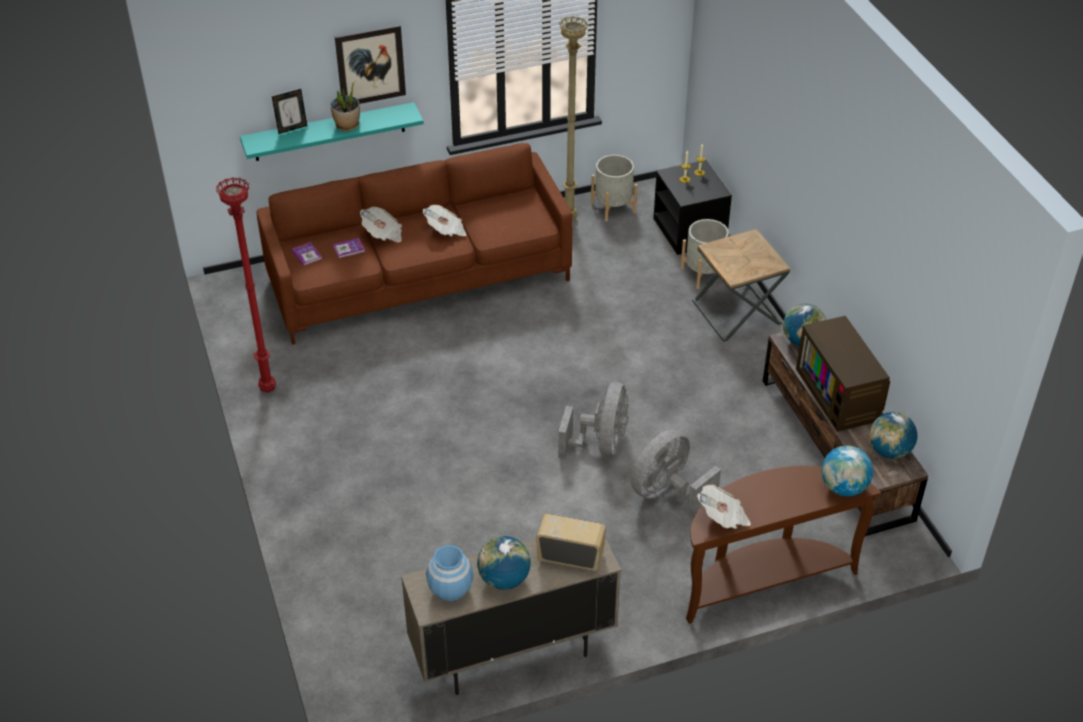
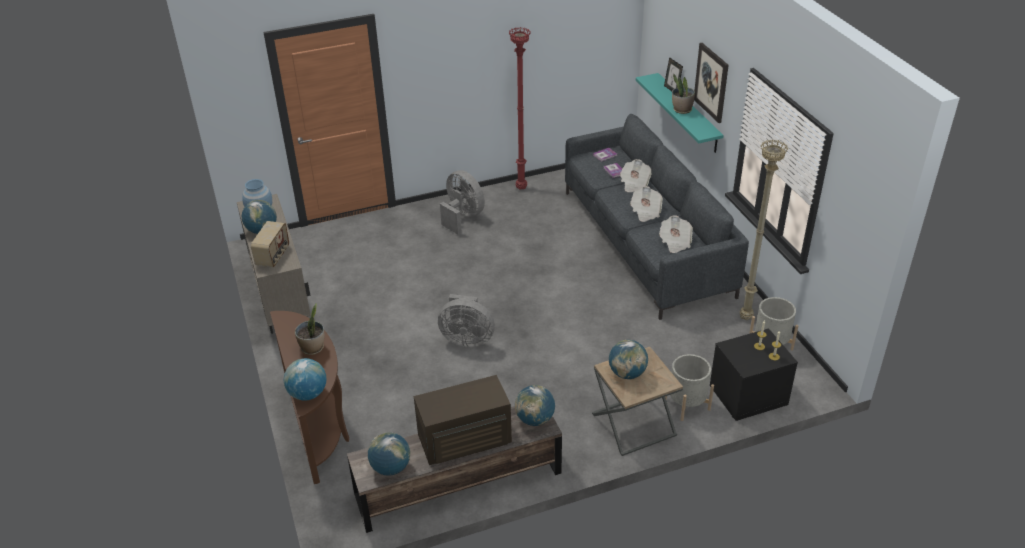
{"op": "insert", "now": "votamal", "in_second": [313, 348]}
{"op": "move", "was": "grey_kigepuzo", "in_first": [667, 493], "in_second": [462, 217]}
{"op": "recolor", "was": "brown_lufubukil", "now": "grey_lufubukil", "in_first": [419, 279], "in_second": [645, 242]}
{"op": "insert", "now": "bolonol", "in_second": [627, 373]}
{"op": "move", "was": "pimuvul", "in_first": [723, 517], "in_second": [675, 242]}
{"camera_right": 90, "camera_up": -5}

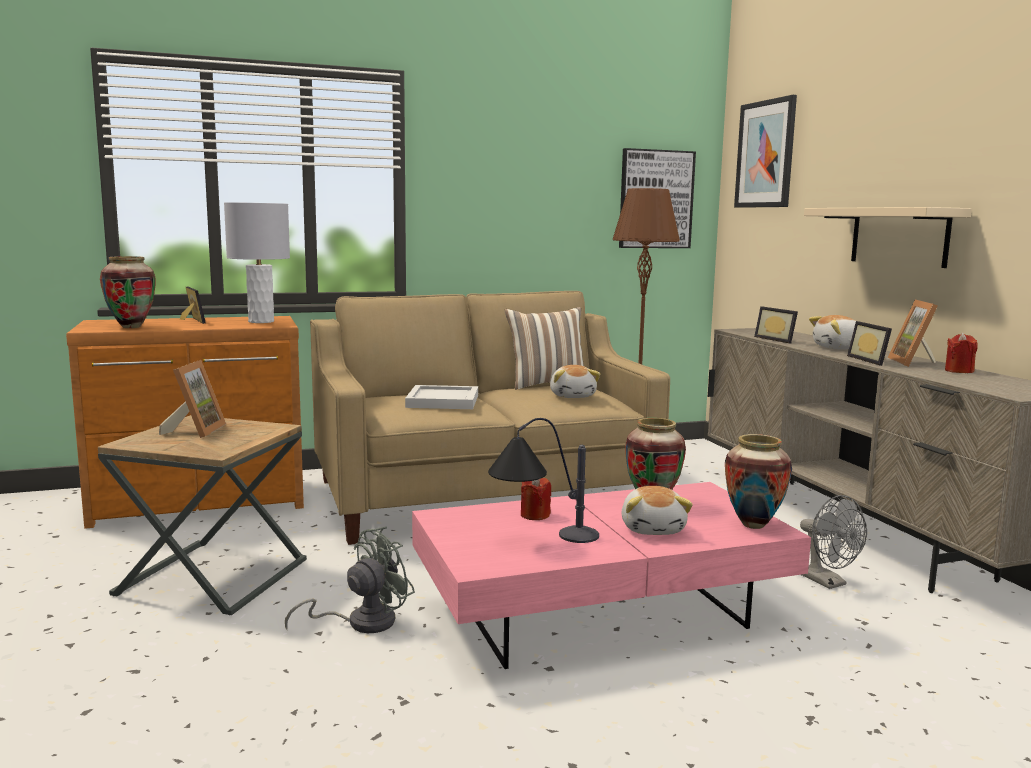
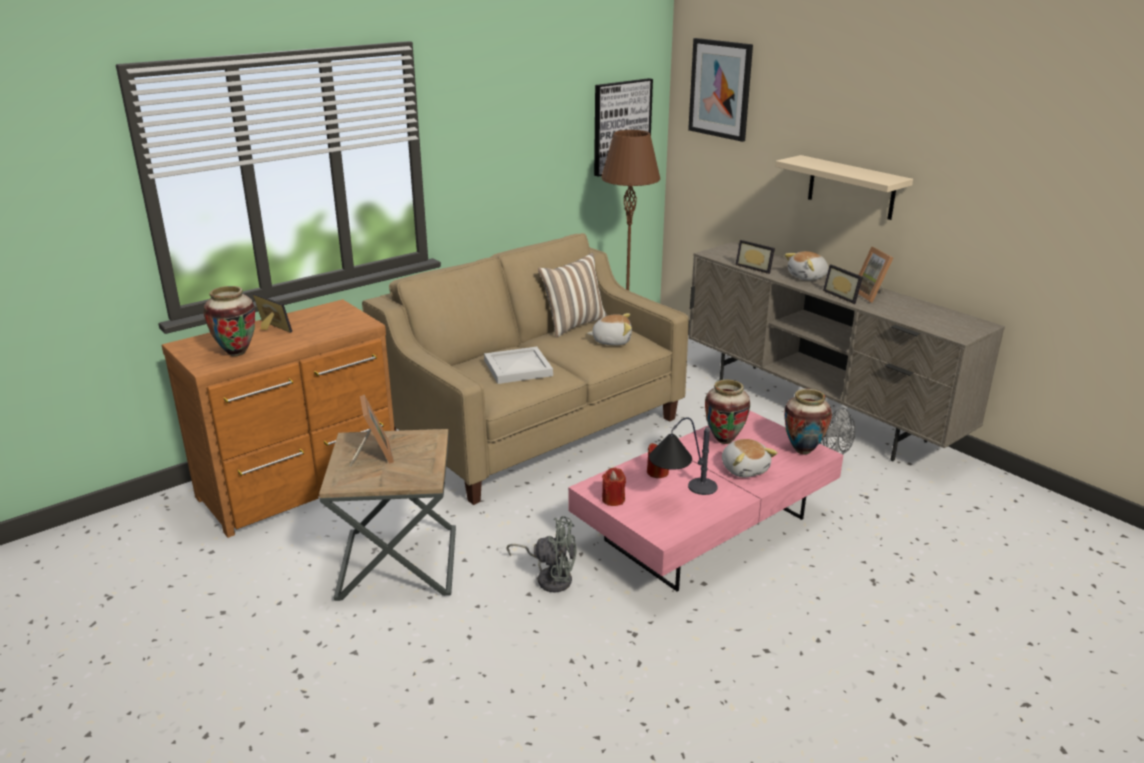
{"op": "rotate", "was": "grey_kigepuzo", "in_first": [361, 622], "in_second": [550, 577], "clockwise": 75}
{"op": "rotate", "was": "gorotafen", "in_first": [573, 396], "in_second": [611, 341], "clockwise": -60}
{"op": "move", "was": "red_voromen", "in_first": [959, 371], "in_second": [613, 499]}
{"op": "delete", "was": "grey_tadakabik", "in_first": [261, 321]}
{"camera_right": -20, "camera_up": 15}

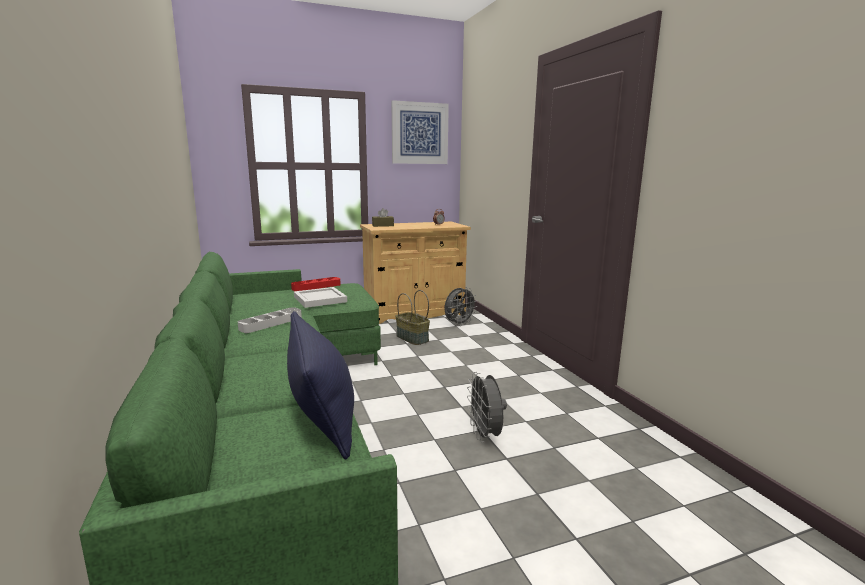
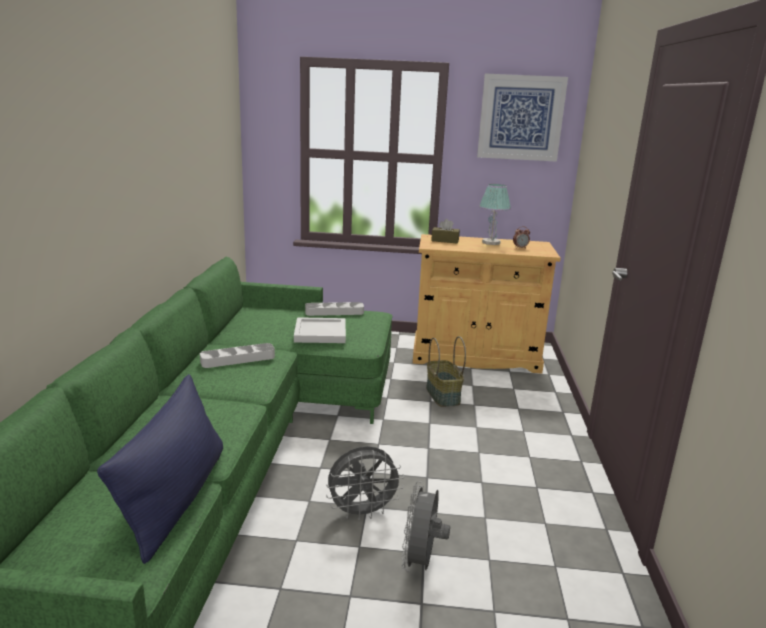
{"op": "recolor", "was": "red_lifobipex", "now": "grey_lifobipex", "in_first": [316, 287], "in_second": [334, 312]}
{"op": "move", "was": "grey_kigepuzo", "in_first": [459, 324], "in_second": [362, 512]}
{"op": "insert", "now": "tadakabik", "in_second": [491, 243]}
{"camera_right": 25, "camera_up": 5}

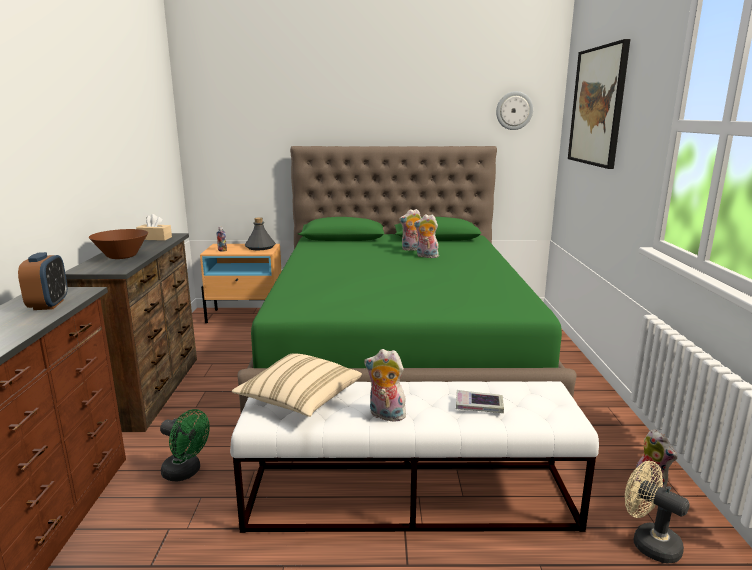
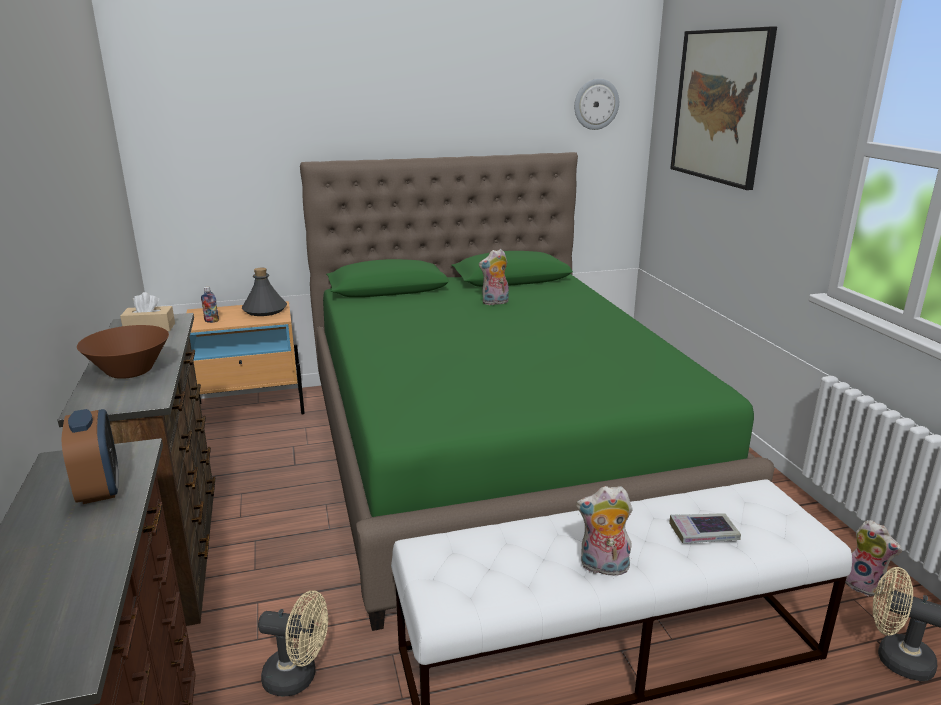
{"op": "recolor", "was": "green_kigepuzo", "now": "beige_kigepuzo", "in_first": [186, 472], "in_second": [298, 677]}
{"op": "delete", "was": "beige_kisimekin", "in_first": [299, 400]}
{"op": "delete", "was": "gorotafen", "in_first": [426, 256]}
{"camera_right": -15, "camera_up": 5}

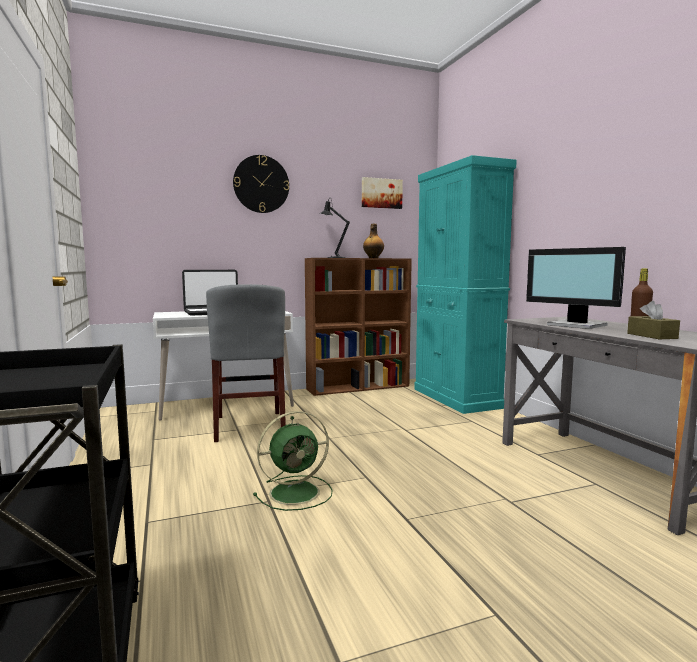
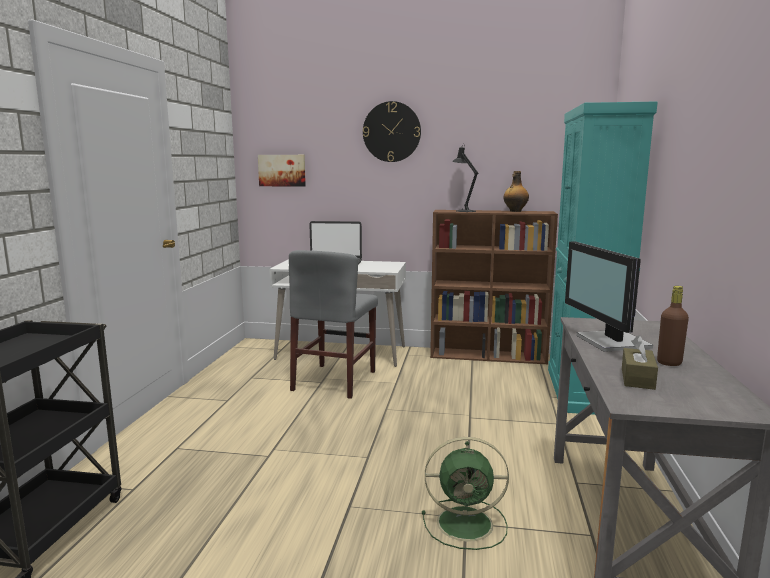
{"op": "move", "was": "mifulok", "in_first": [381, 193], "in_second": [282, 170]}
{"op": "move", "was": "green_kigepuzo", "in_first": [297, 492], "in_second": [467, 523]}
{"camera_right": 30, "camera_up": 5}

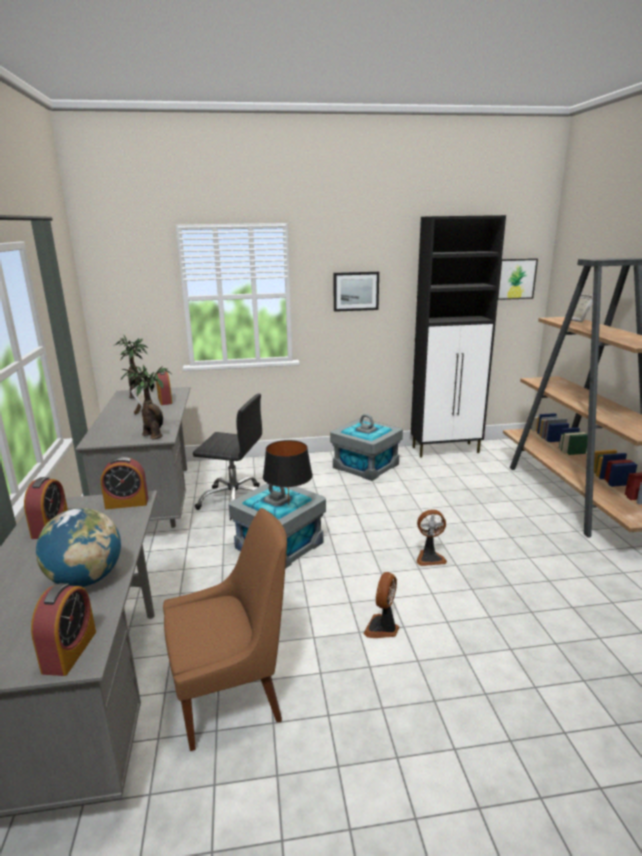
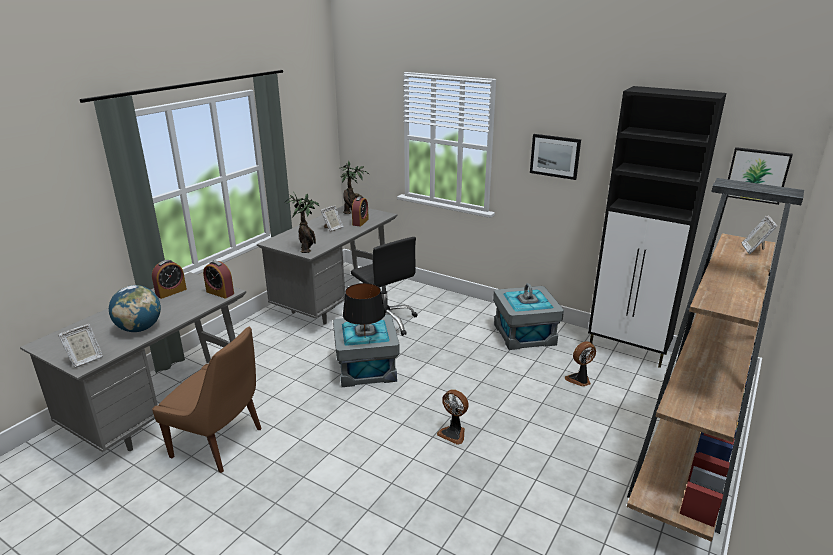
{"op": "replace", "was": "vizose", "now": "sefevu", "in_first": [69, 651], "in_second": [85, 360]}
{"op": "move", "was": "kigepuzo", "in_first": [382, 628], "in_second": [579, 380]}
{"camera_right": 40, "camera_up": 5}

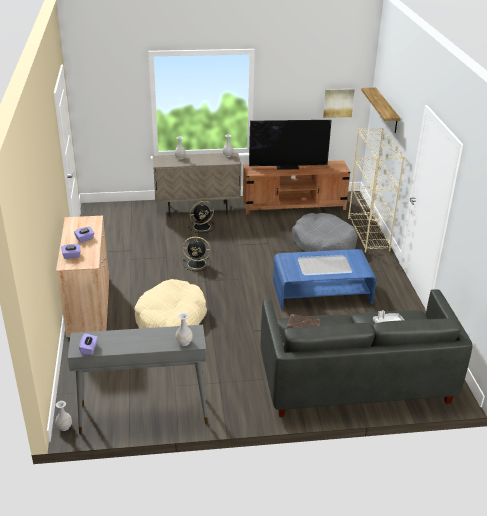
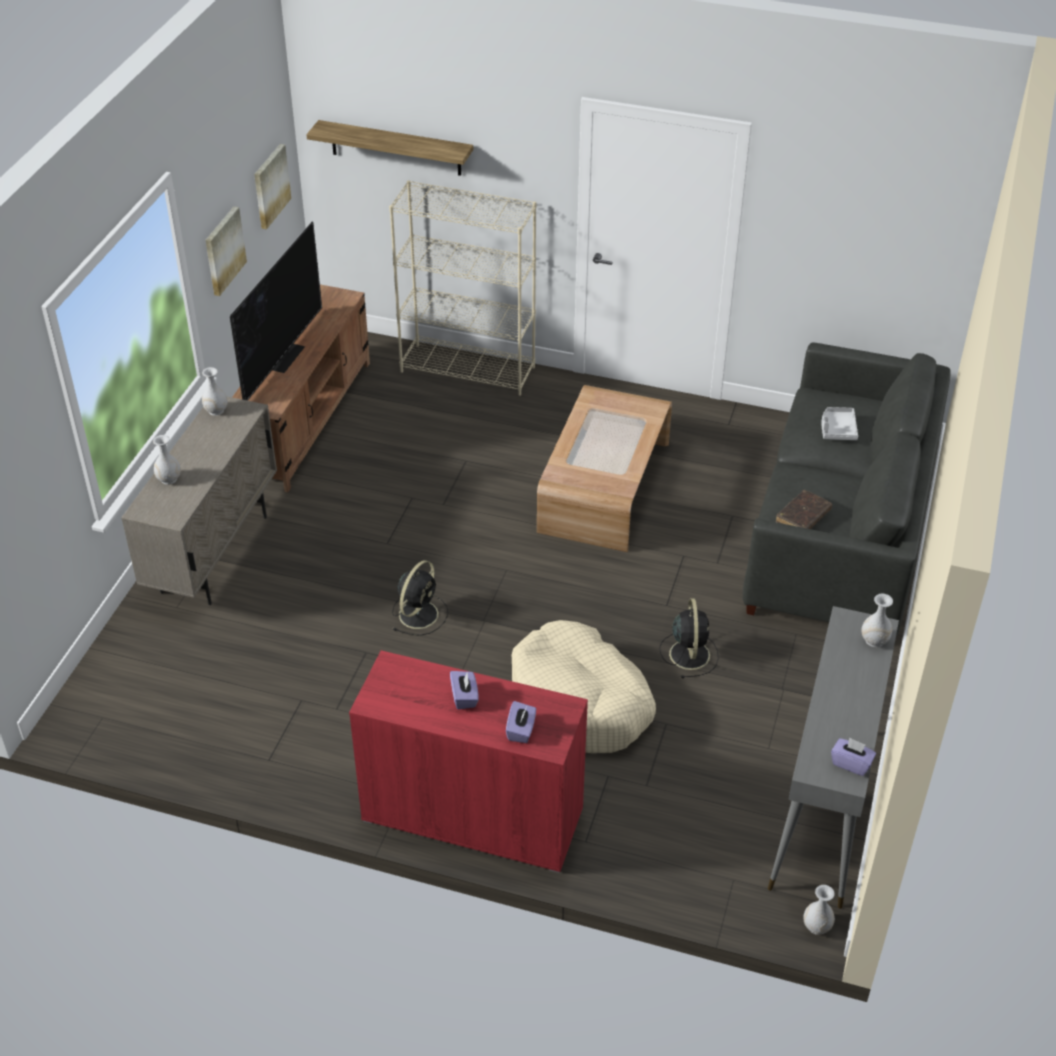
{"op": "insert", "now": "mifulok", "in_second": [223, 250]}
{"op": "recolor", "was": "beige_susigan", "now": "red_susigan", "in_first": [89, 307], "in_second": [472, 815]}
{"op": "recolor", "was": "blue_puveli", "now": "brown_puveli", "in_first": [321, 292], "in_second": [604, 487]}
{"op": "move", "was": "black_kigepuzo", "in_first": [202, 226], "in_second": [689, 653]}
{"op": "delete", "was": "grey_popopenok", "in_first": [323, 244]}
{"camera_right": -65, "camera_up": 10}

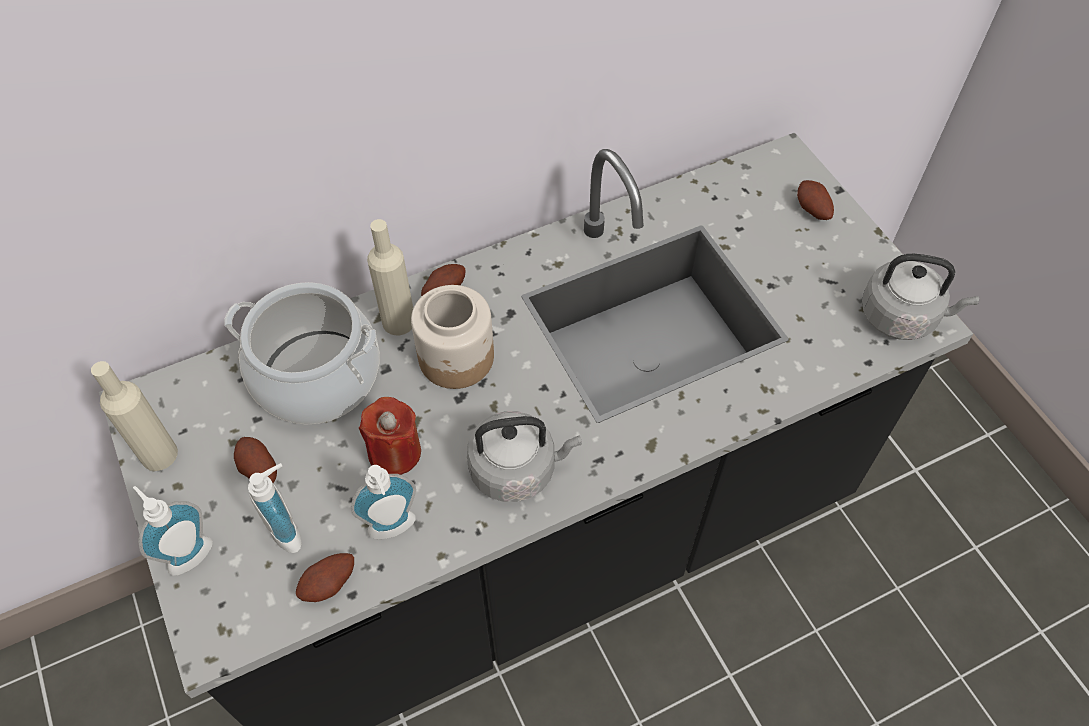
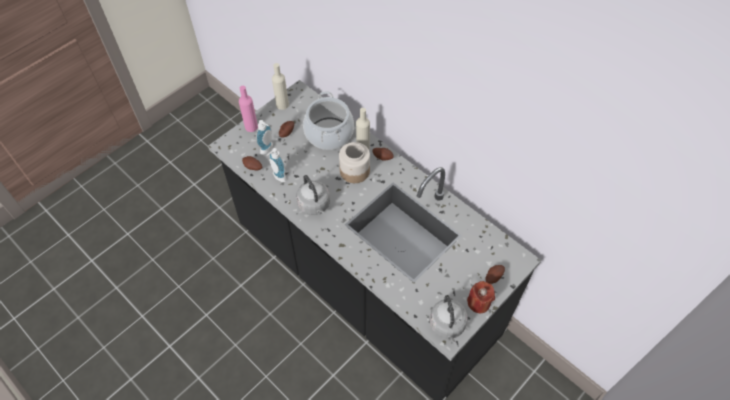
{"op": "replace", "was": "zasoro", "now": "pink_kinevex", "in_first": [187, 552], "in_second": [251, 127]}
{"op": "move", "was": "red_voromen", "in_first": [395, 452], "in_second": [479, 303]}
{"camera_right": 70, "camera_up": 0}

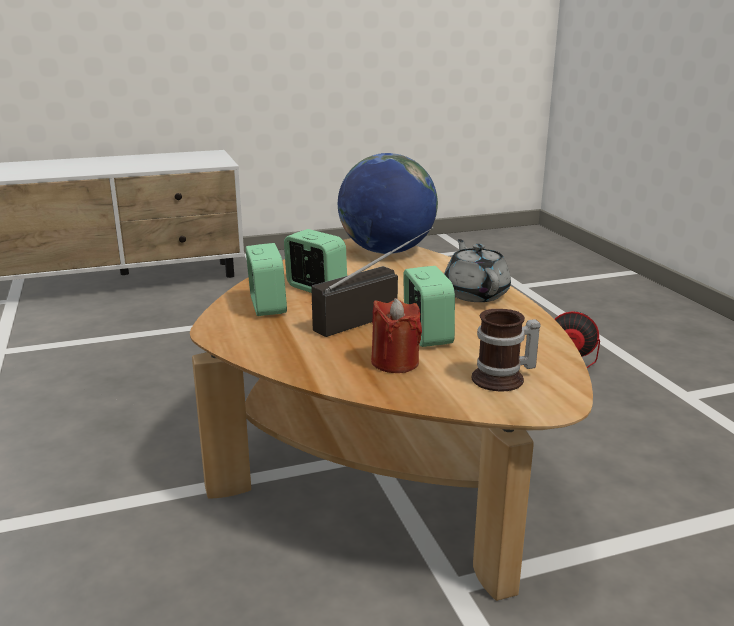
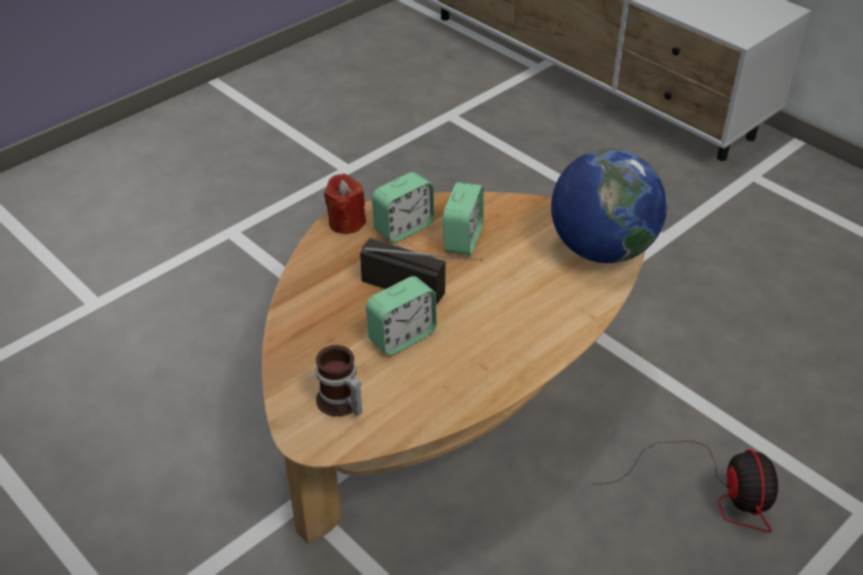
{"op": "move", "was": "red_voromen", "in_first": [395, 362], "in_second": [346, 222]}
{"op": "delete", "was": "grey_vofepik", "in_first": [475, 294]}
{"camera_right": 65, "camera_up": 20}

